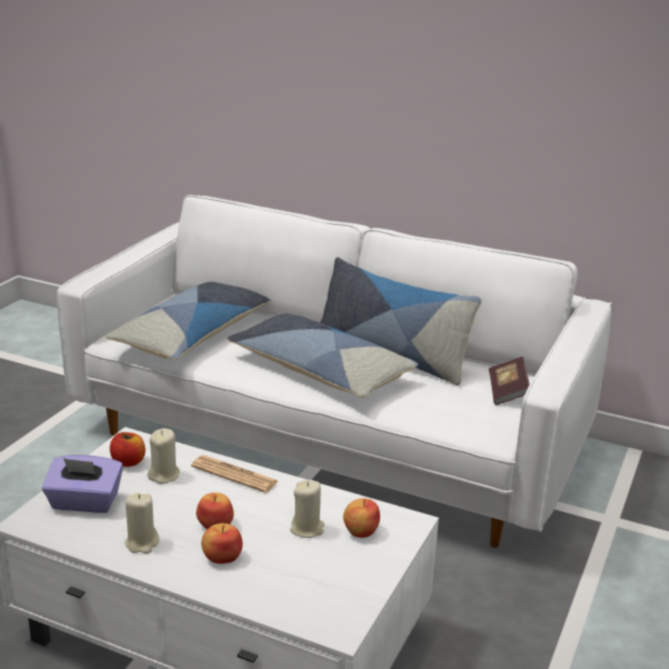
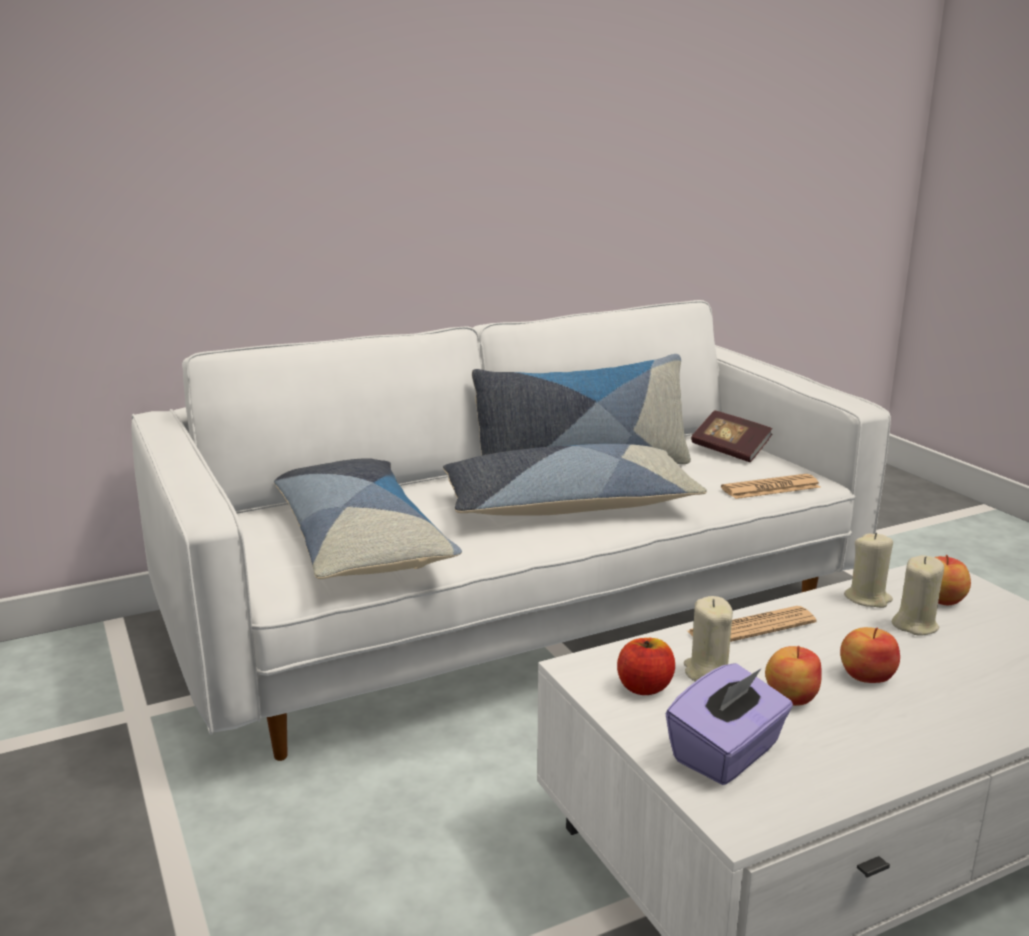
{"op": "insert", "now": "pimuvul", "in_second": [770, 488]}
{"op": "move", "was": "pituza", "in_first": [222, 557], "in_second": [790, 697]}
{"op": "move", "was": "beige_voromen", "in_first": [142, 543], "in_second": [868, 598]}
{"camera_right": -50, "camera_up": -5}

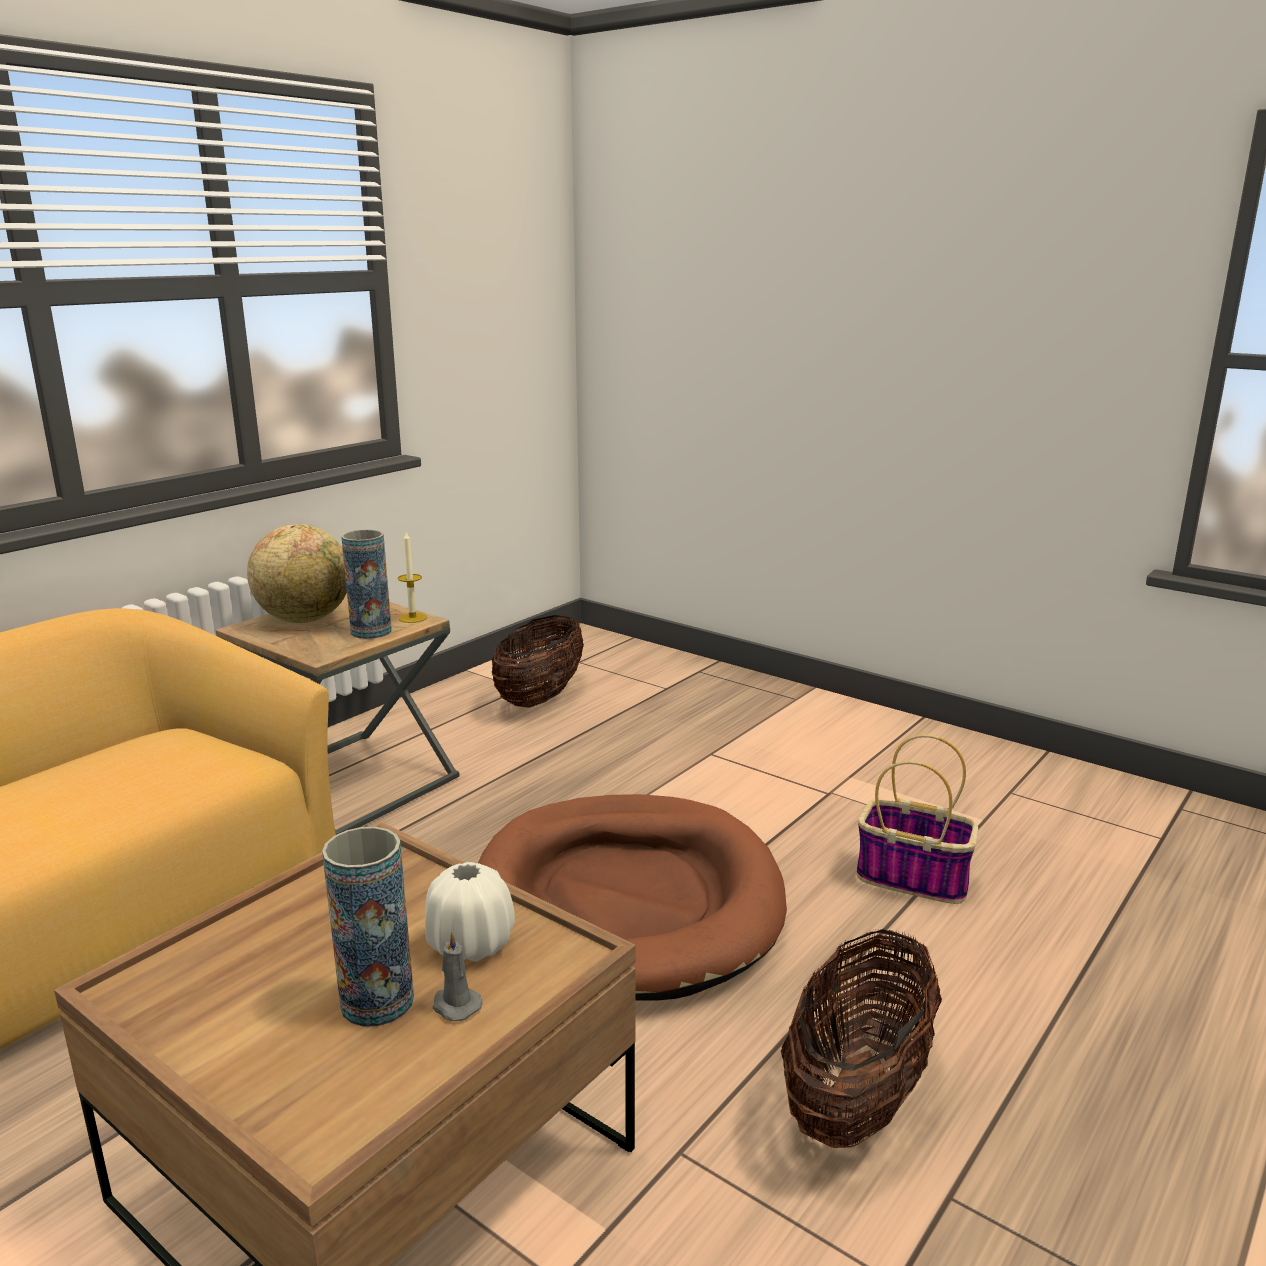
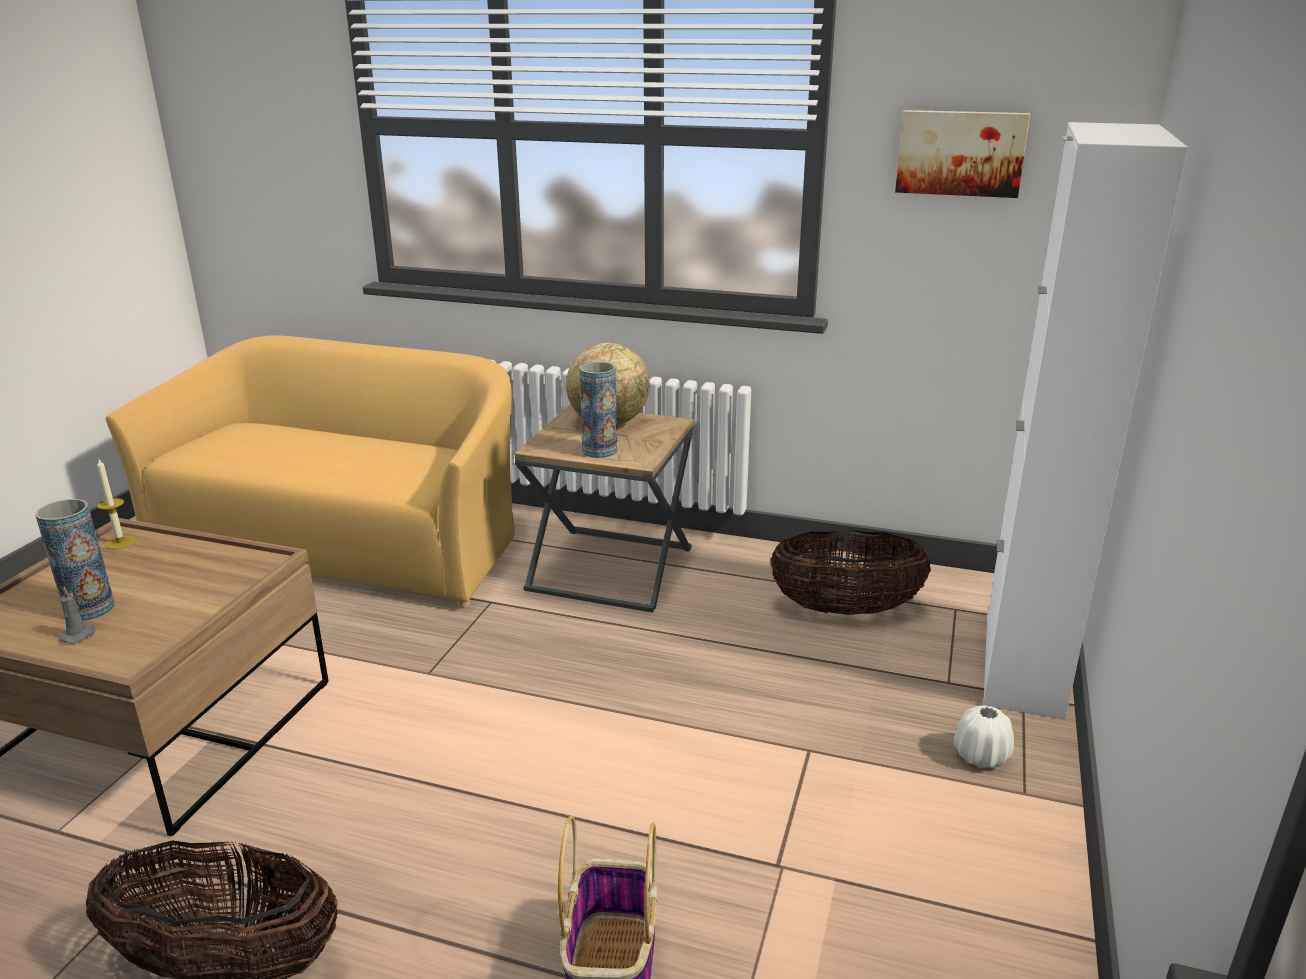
{"op": "move", "was": "voromen", "in_first": [412, 618], "in_second": [120, 542]}
{"op": "insert", "now": "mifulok", "in_second": [960, 153]}
{"op": "move", "was": "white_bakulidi", "in_first": [470, 945], "in_second": [980, 756]}
{"op": "insert", "now": "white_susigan", "in_second": [1023, 664]}
{"op": "delete", "was": "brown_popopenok", "in_first": [627, 902]}
{"camera_right": 70, "camera_up": 5}

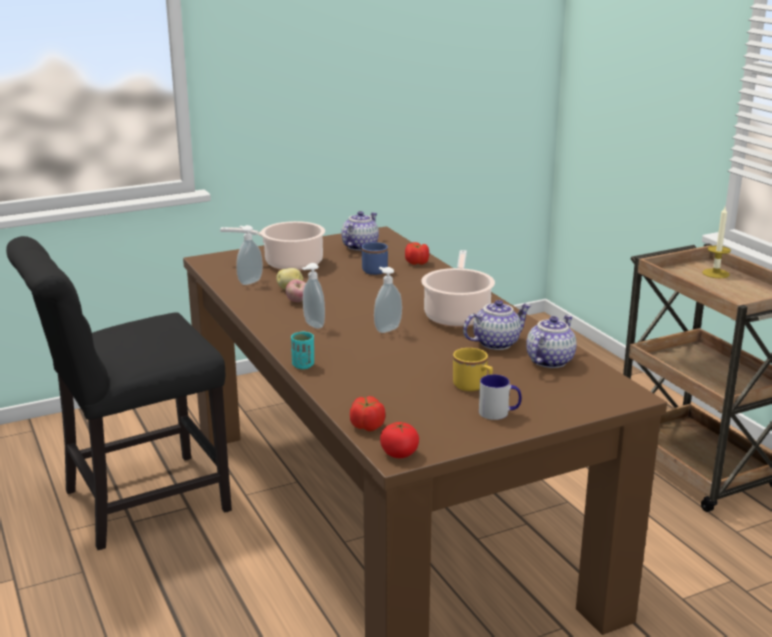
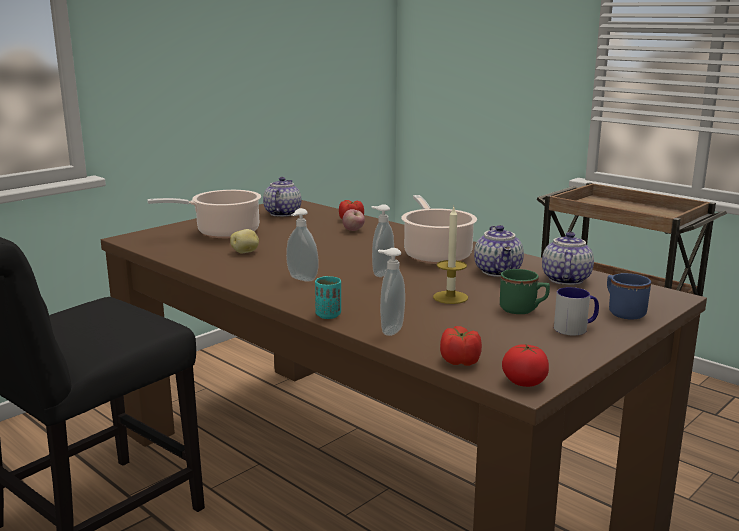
{"op": "move", "was": "pituza", "in_first": [297, 301], "in_second": [353, 230]}
{"op": "move", "was": "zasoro", "in_first": [249, 282], "in_second": [390, 330]}
{"op": "move", "was": "voromen", "in_first": [715, 273], "in_second": [450, 297]}
{"op": "rotate", "was": "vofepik", "in_first": [496, 343], "in_second": [499, 272], "clockwise": 135}
{"op": "recolor", "was": "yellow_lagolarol", "now": "green_lagolarol", "in_first": [473, 387], "in_second": [523, 310]}
{"op": "move", "was": "blue_lagolarol", "in_first": [374, 269], "in_second": [623, 312]}
{"camera_right": -20, "camera_up": -5}

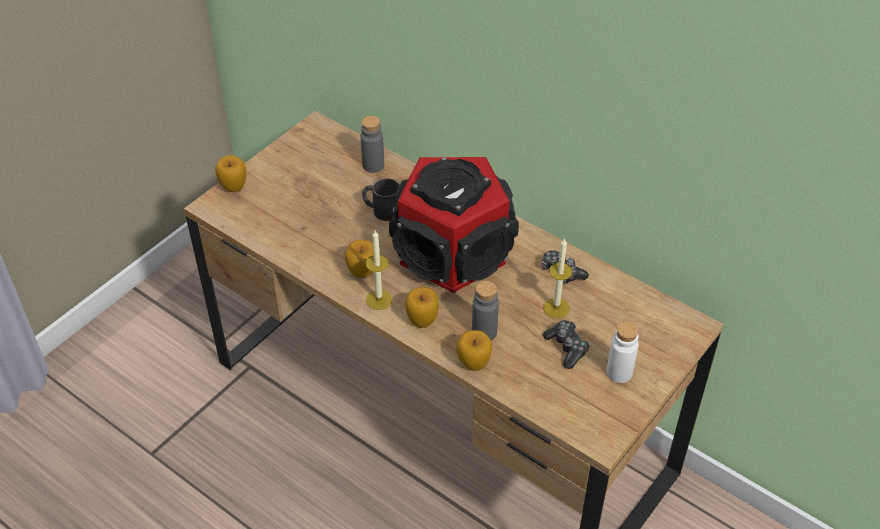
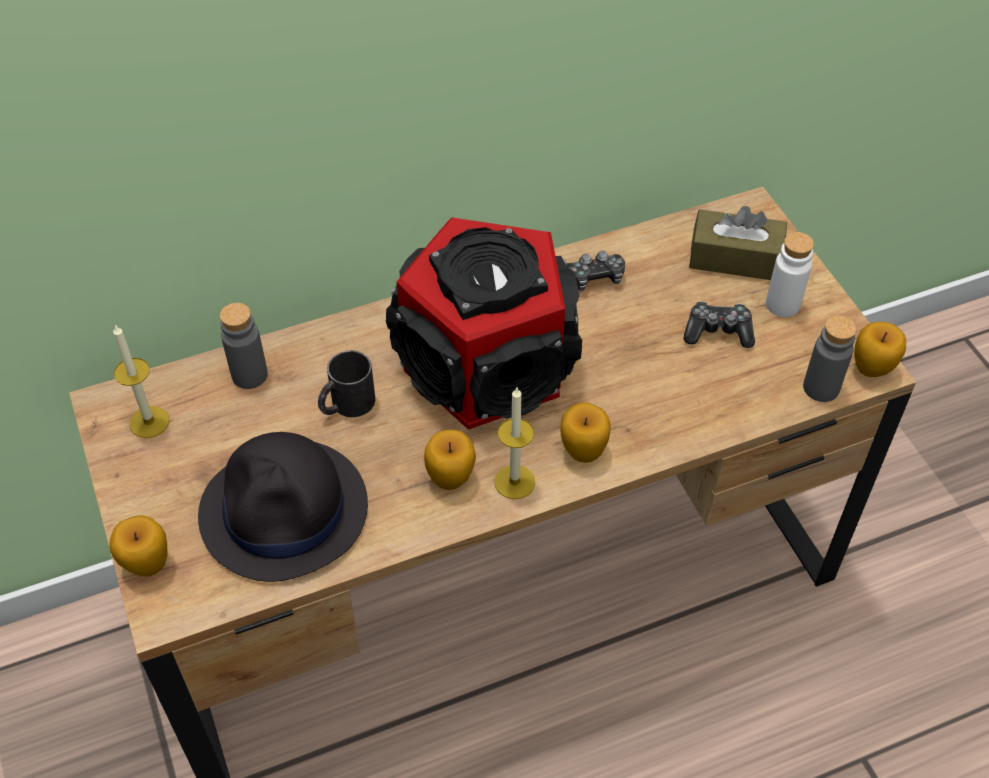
{"op": "move", "was": "voromen", "in_first": [556, 308], "in_second": [149, 422]}
{"op": "insert", "now": "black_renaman", "in_second": [285, 511]}
{"op": "insert", "now": "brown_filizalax", "in_second": [735, 258]}
{"op": "move", "was": "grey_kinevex", "in_first": [484, 332], "in_second": [821, 388]}
{"op": "move", "was": "pituza", "in_first": [473, 364], "in_second": [871, 369]}
{"camera_right": -60, "camera_up": 5}

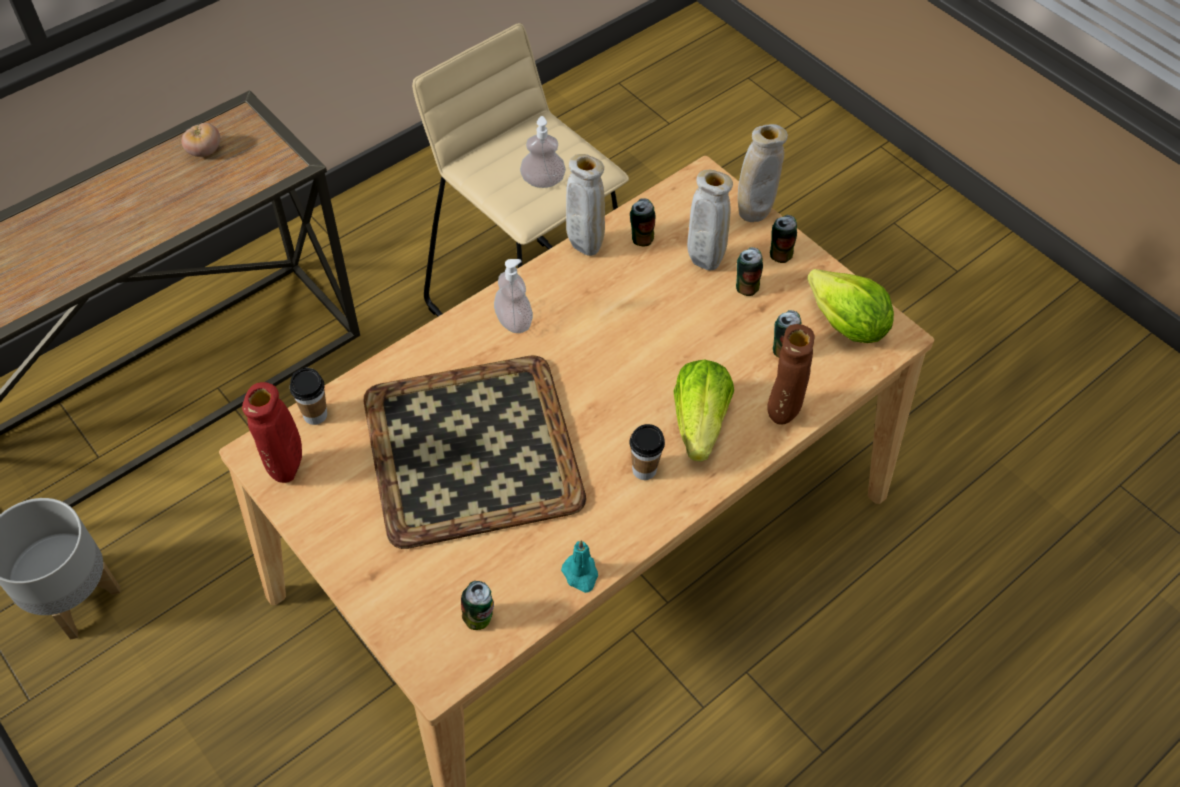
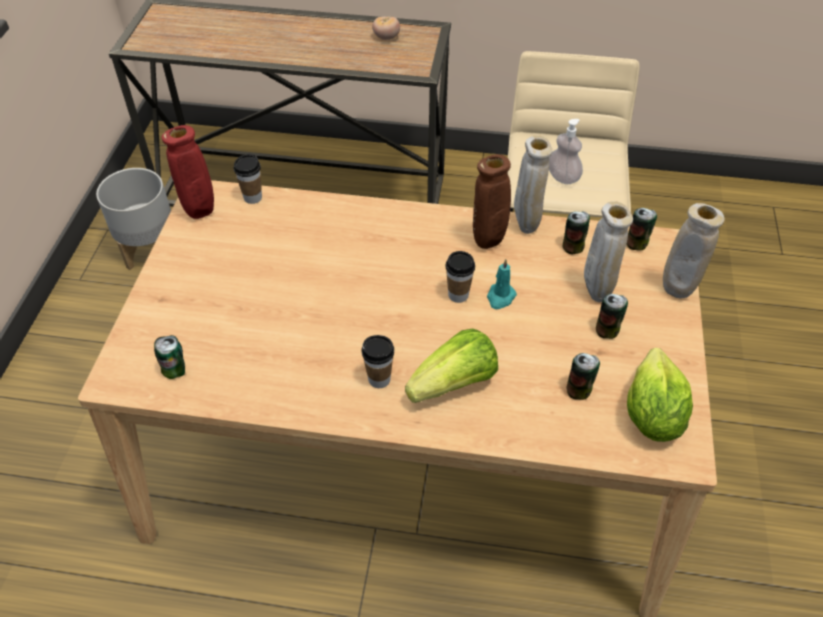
{"op": "insert", "now": "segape", "in_second": [458, 295]}
{"op": "move", "was": "brown_bakulidi", "in_first": [782, 415], "in_second": [488, 244]}
{"op": "move", "was": "turquoise_voromen", "in_first": [581, 574], "in_second": [500, 297]}
{"op": "move", "was": "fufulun", "in_first": [780, 254], "in_second": [637, 243]}
{"op": "delete", "was": "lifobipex", "in_first": [469, 448]}
{"op": "delete", "was": "zasoro", "in_first": [513, 321]}
{"camera_right": 50, "camera_up": -5}

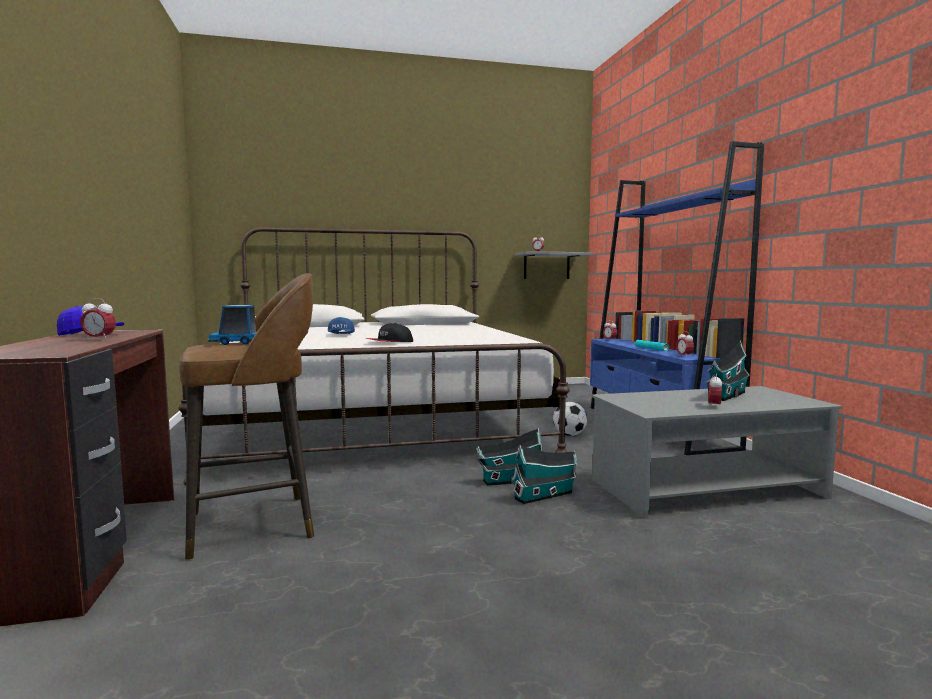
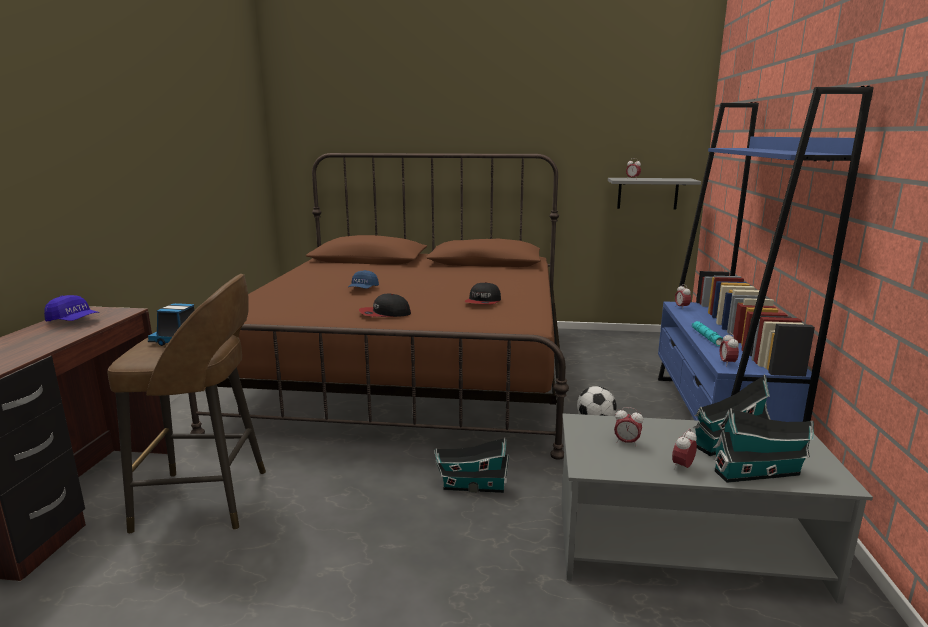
{"op": "recolor", "was": "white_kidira", "now": "brown_kidira", "in_first": [375, 422], "in_second": [410, 371]}
{"op": "insert", "now": "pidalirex", "in_second": [483, 302]}
{"op": "move", "was": "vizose", "in_first": [99, 339], "in_second": [626, 442]}
{"op": "move", "was": "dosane", "in_first": [545, 495], "in_second": [760, 473]}
{"camera_right": 20, "camera_up": 10}

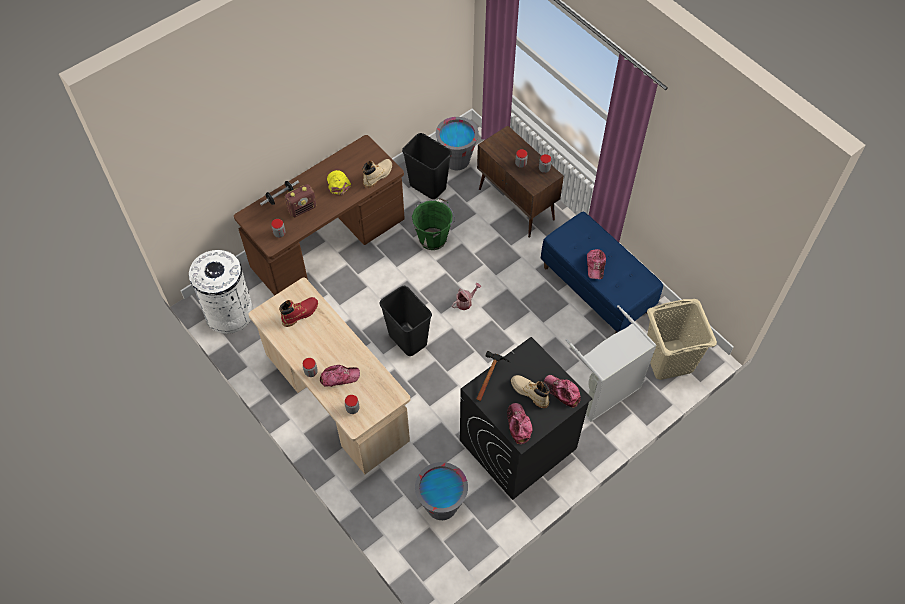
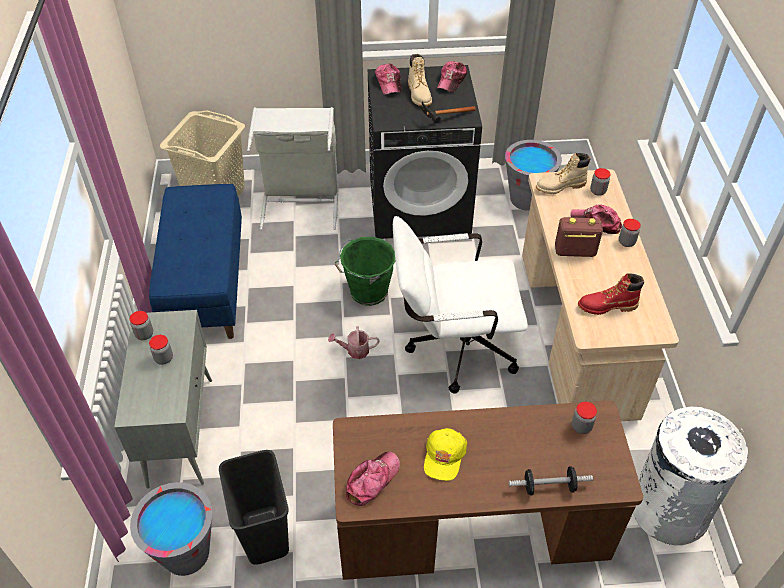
{"op": "recolor", "was": "brown_susigan", "now": "grey_susigan", "in_first": [517, 205], "in_second": [180, 430]}
{"op": "move", "was": "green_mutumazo", "in_first": [433, 238], "in_second": [367, 292]}
{"op": "move", "was": "pidalirex", "in_first": [595, 265], "in_second": [372, 480]}
{"op": "replace", "was": "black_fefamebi", "now": "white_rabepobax", "in_first": [408, 339], "in_second": [452, 347]}
{"op": "move", "was": "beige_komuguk", "in_first": [378, 175], "in_second": [560, 186]}
{"op": "move", "was": "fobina", "in_first": [302, 209], "in_second": [574, 251]}
{"camera_right": -145, "camera_up": -10}

